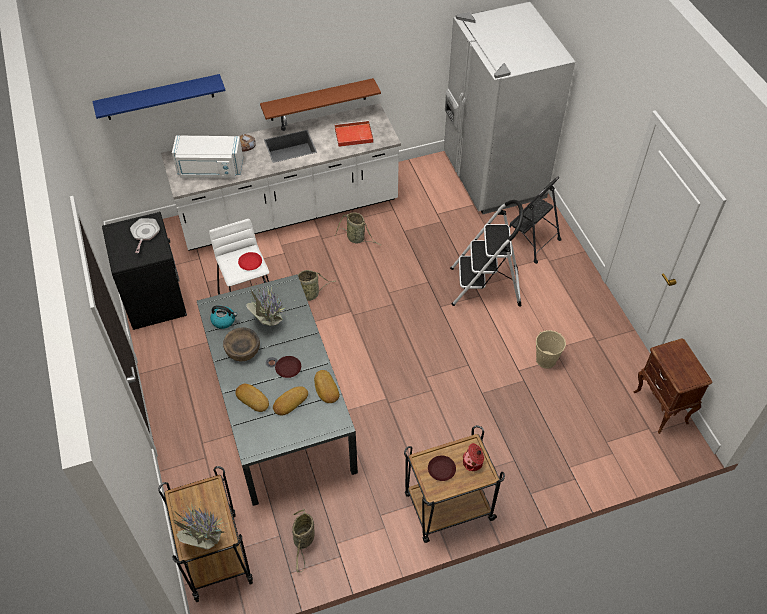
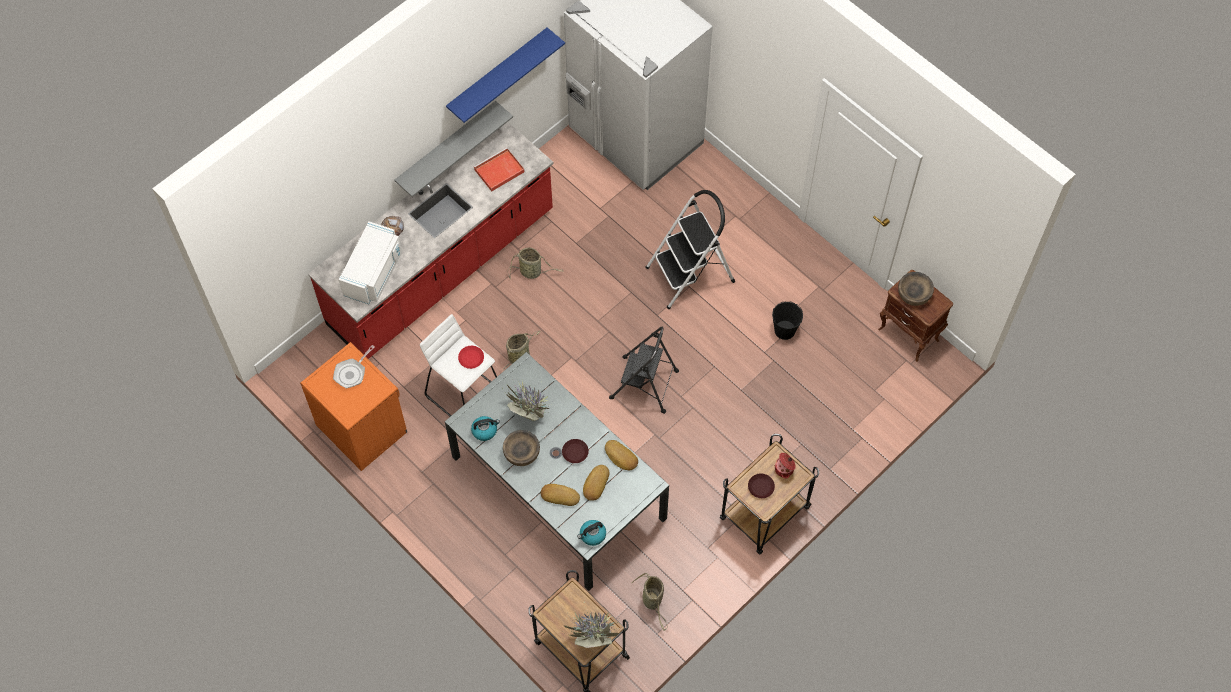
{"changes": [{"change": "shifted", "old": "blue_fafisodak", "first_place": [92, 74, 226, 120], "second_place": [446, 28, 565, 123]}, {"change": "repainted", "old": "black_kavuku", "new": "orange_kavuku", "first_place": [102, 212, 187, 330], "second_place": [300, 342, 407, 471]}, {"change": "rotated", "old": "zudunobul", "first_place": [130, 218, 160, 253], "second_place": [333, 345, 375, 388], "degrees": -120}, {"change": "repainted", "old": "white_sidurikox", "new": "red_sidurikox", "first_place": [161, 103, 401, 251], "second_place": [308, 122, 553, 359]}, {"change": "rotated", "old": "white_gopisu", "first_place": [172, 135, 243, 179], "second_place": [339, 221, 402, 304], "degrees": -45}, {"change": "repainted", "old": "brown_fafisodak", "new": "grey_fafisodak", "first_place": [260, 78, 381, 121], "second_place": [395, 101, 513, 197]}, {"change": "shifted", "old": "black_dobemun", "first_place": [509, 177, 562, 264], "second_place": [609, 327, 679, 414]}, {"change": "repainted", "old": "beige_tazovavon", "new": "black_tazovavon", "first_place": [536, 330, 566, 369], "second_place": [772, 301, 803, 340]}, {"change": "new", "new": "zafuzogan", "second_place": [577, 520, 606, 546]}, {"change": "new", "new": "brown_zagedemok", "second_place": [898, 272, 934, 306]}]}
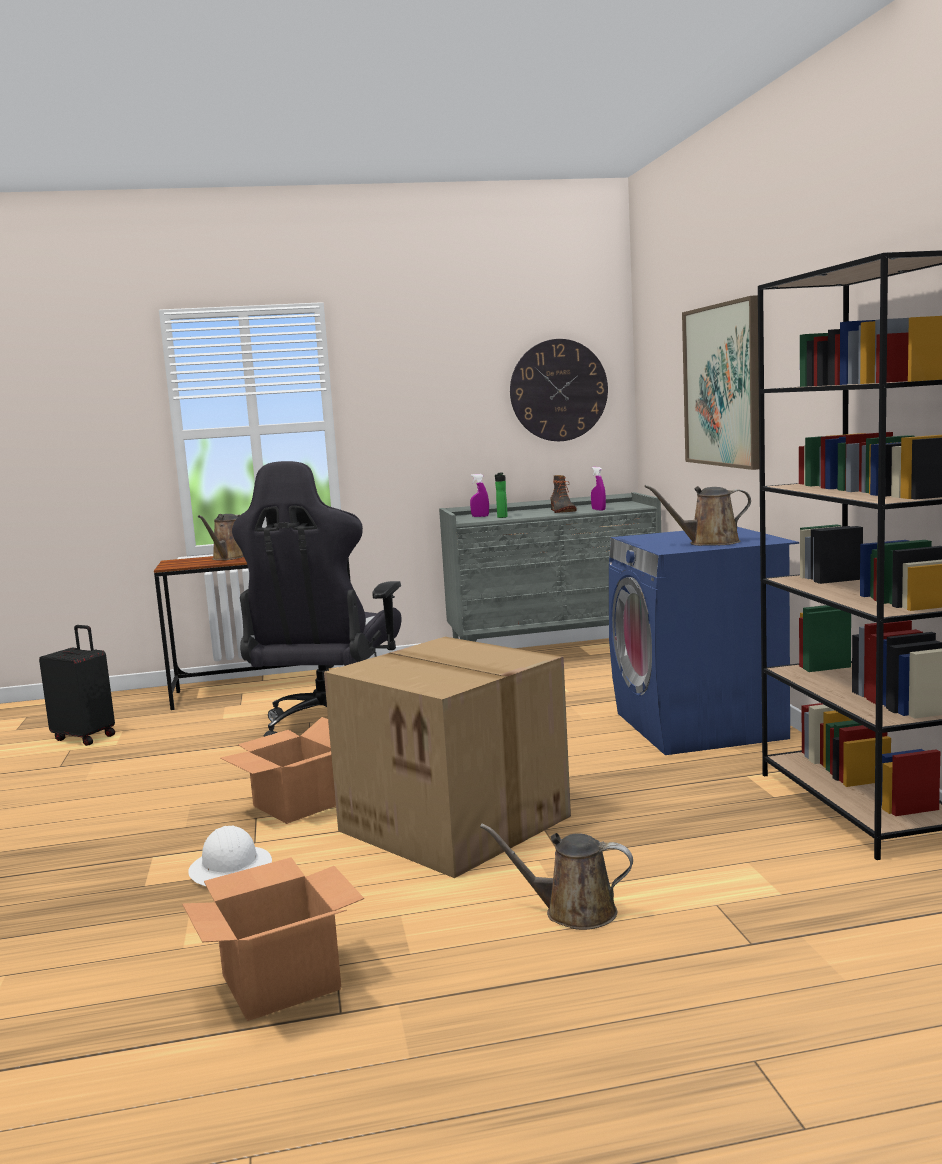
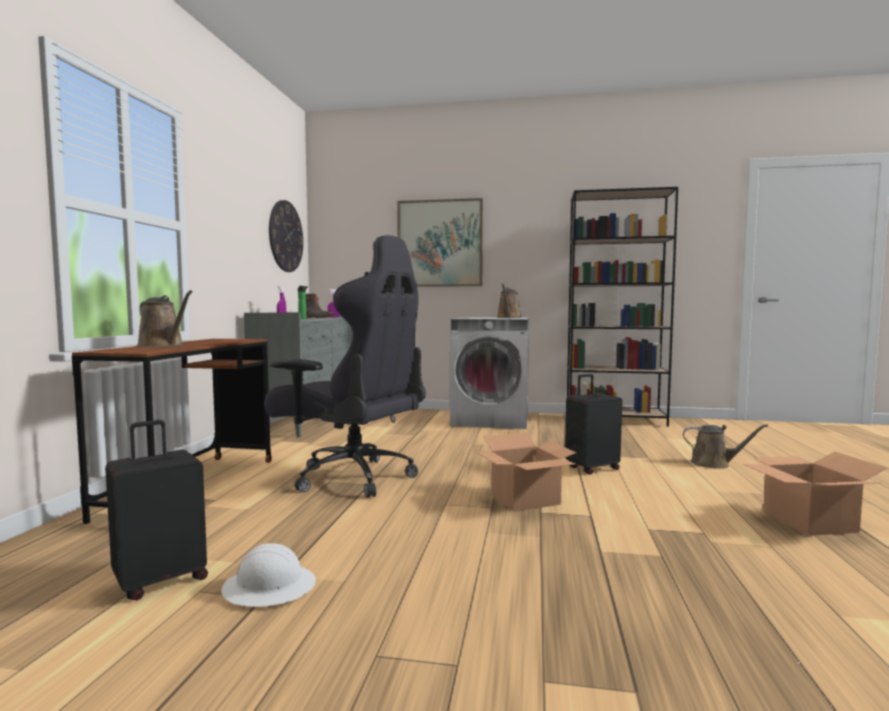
{"changes": [{"change": "shifted", "old": "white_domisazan", "first_place": [188, 825, 272, 886], "second_place": [221, 543, 316, 607]}, {"change": "swapped", "old": "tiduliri", "new": "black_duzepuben", "first_place": [324, 637, 571, 878], "second_place": [565, 374, 622, 474]}, {"change": "rotated", "old": "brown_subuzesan", "first_place": [480, 823, 633, 930], "second_place": [683, 424, 768, 469], "degrees": -105}, {"change": "repainted", "old": "blue_kavuku", "new": "white_kavuku", "first_place": [609, 527, 799, 755], "second_place": [450, 317, 529, 429]}]}
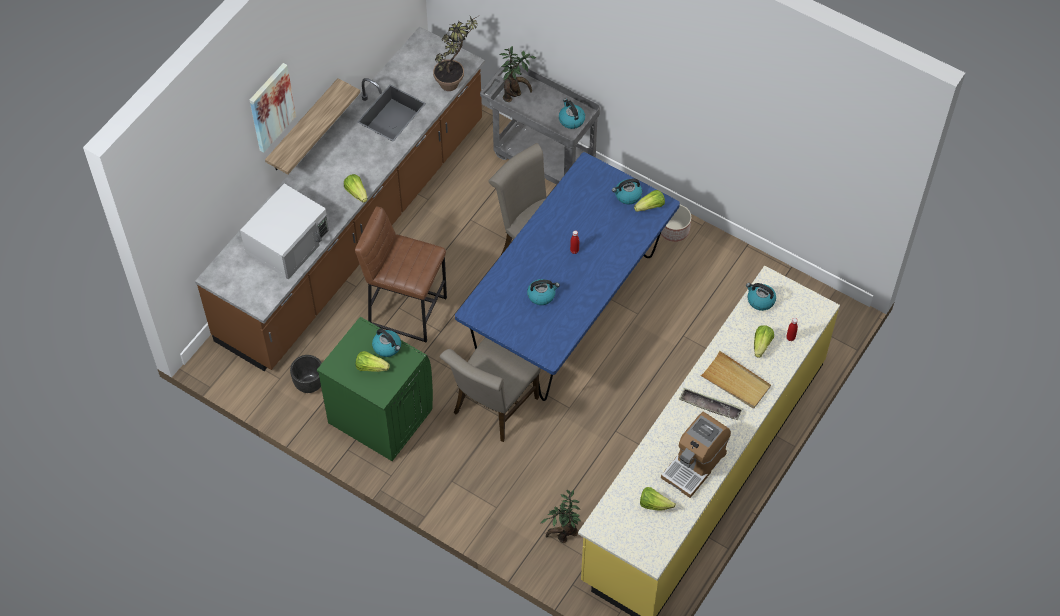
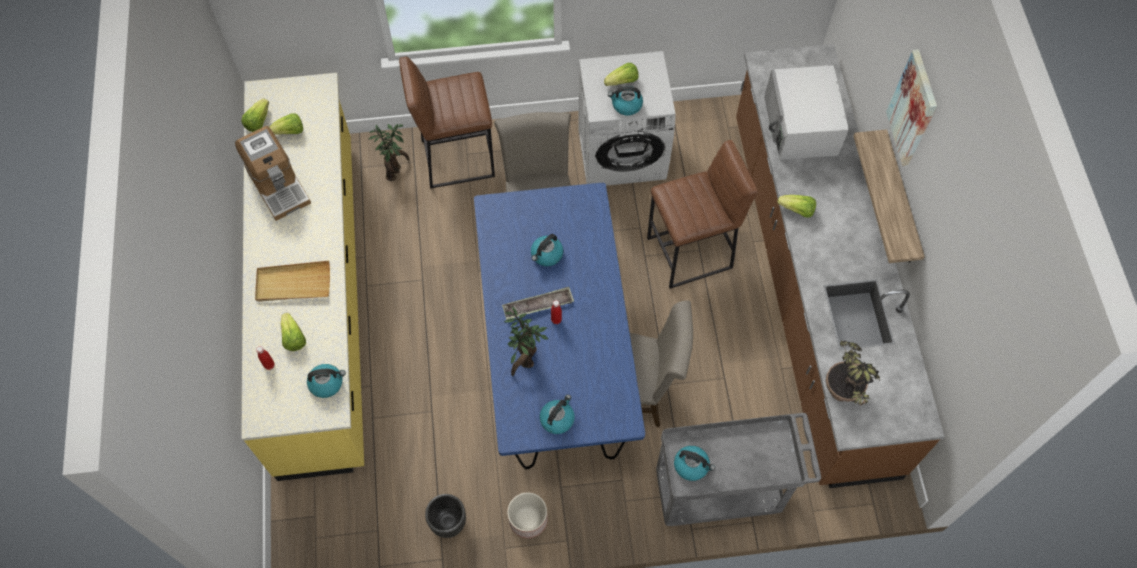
{"changes": [{"change": "shifted", "old": "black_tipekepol", "first_place": [290, 355, 322, 393], "second_place": [425, 494, 466, 538]}, {"change": "repainted", "old": "green_kavuku", "new": "white_kavuku", "first_place": [317, 317, 433, 461], "second_place": [578, 51, 676, 186]}, {"change": "shifted", "old": "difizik", "first_place": [500, 45, 536, 102], "second_place": [504, 306, 549, 376]}, {"change": "shifted", "old": "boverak", "first_place": [634, 190, 665, 212], "second_place": [241, 99, 269, 132]}, {"change": "rotated", "old": "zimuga", "first_place": [661, 412, 731, 498], "second_place": [235, 126, 311, 221], "degrees": 150}, {"change": "shifted", "old": "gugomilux", "first_place": [679, 388, 743, 420], "second_place": [502, 287, 574, 320]}, {"change": "new", "new": "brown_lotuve", "second_place": [399, 56, 495, 188]}]}
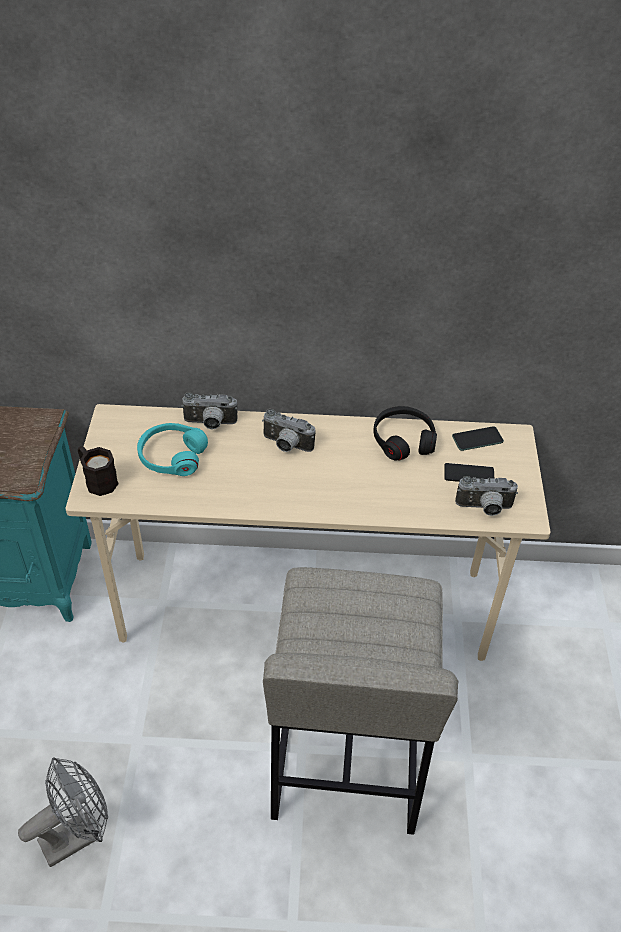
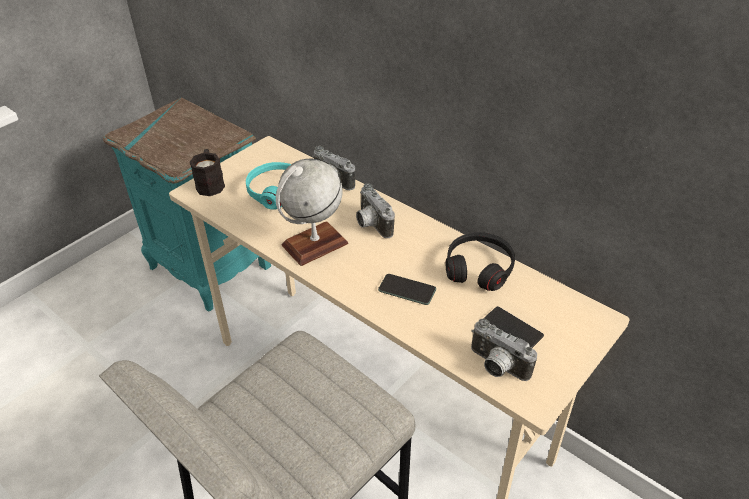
{"changes": [{"change": "gone", "old": "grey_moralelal", "first_place": [18, 758, 108, 867]}, {"change": "shifted", "old": "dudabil", "first_place": [452, 426, 504, 451], "second_place": [378, 274, 436, 305]}, {"change": "new", "new": "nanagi", "second_place": [276, 159, 348, 266]}]}
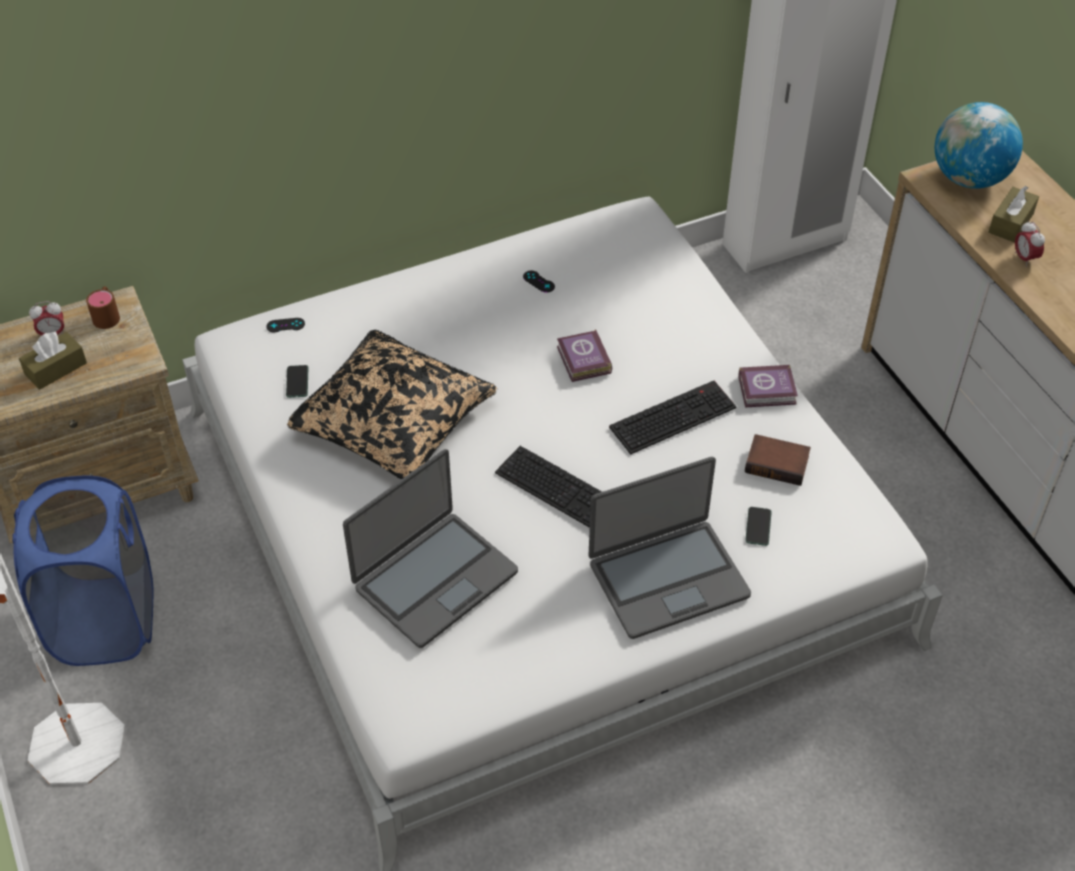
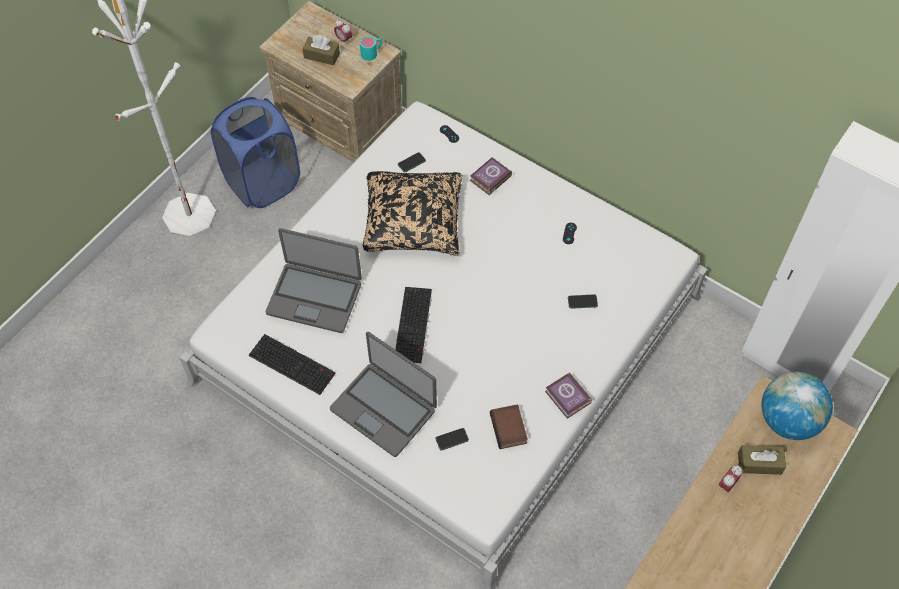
{"changes": [{"change": "repainted", "old": "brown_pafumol", "new": "turquoise_pafumol", "first_place": [86, 286, 120, 329], "second_place": [360, 36, 382, 61]}, {"change": "shifted", "old": "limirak", "first_place": [557, 330, 612, 382], "second_place": [470, 157, 512, 195]}, {"change": "shifted", "old": "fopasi", "first_place": [609, 381, 736, 455], "second_place": [249, 334, 336, 395]}, {"change": "new", "new": "dudabil", "second_place": [568, 294, 598, 309]}]}
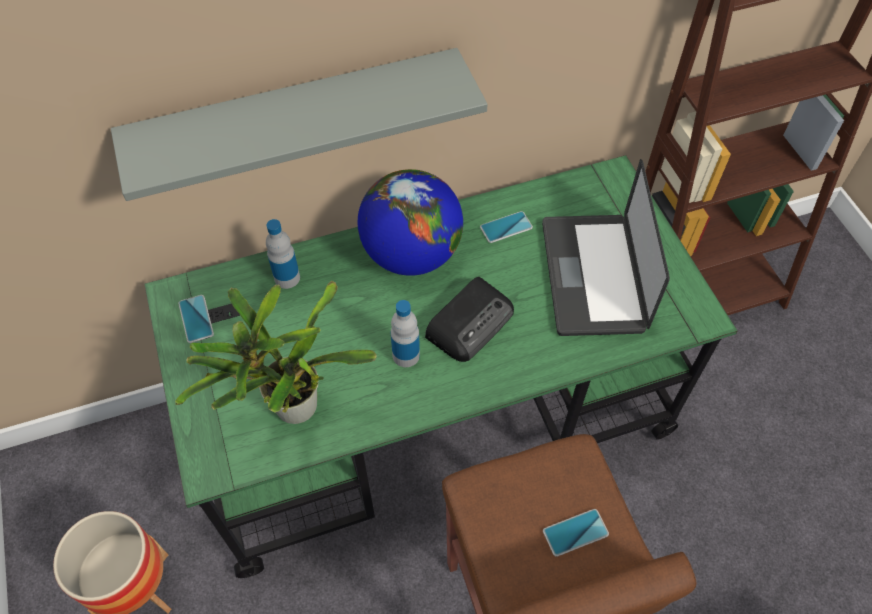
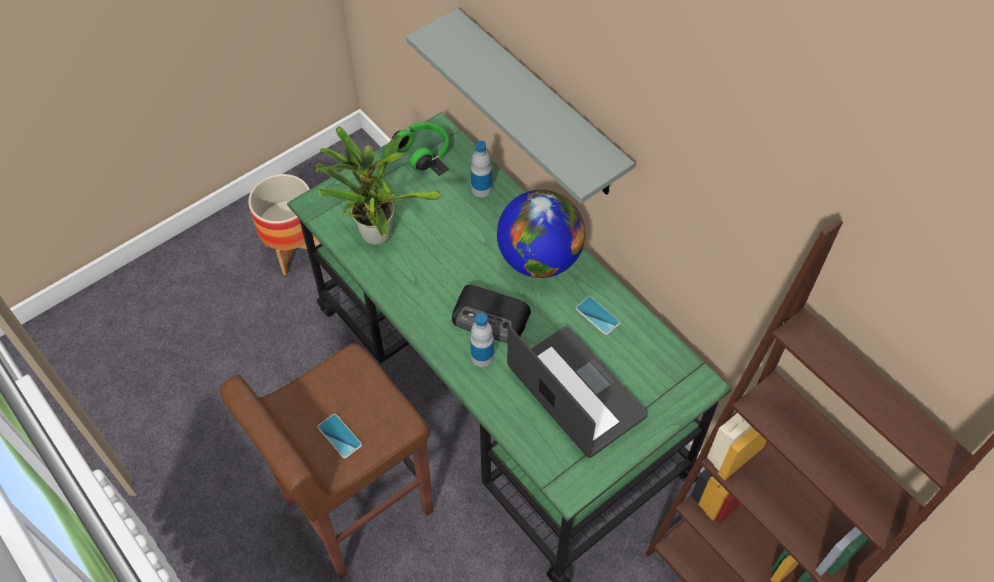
{"changes": [{"change": "swapped", "old": "dudabil", "new": "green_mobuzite", "first_place": [178, 295, 214, 343], "second_place": [392, 122, 450, 171]}, {"change": "shifted", "old": "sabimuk", "first_place": [391, 300, 420, 367], "second_place": [470, 313, 494, 367]}, {"change": "rotated", "old": "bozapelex", "first_place": [542, 159, 670, 336], "second_place": [507, 325, 648, 458], "degrees": 75}]}
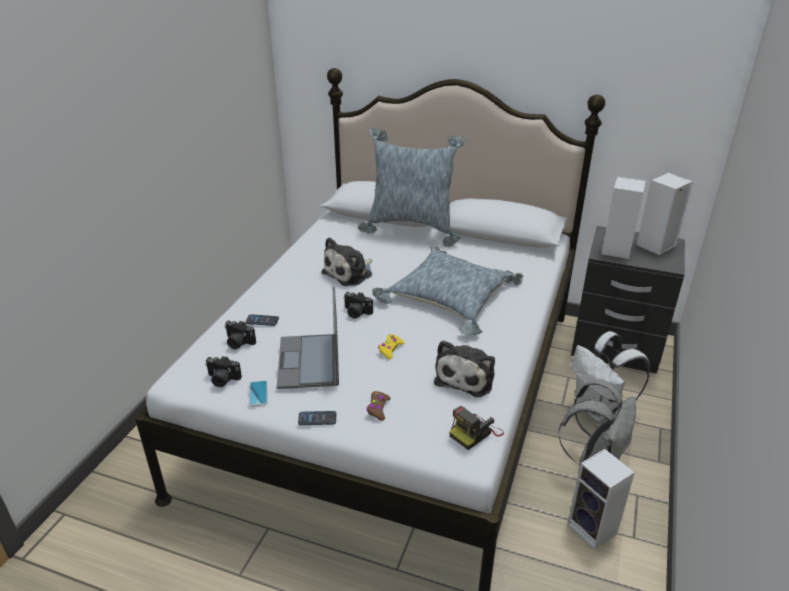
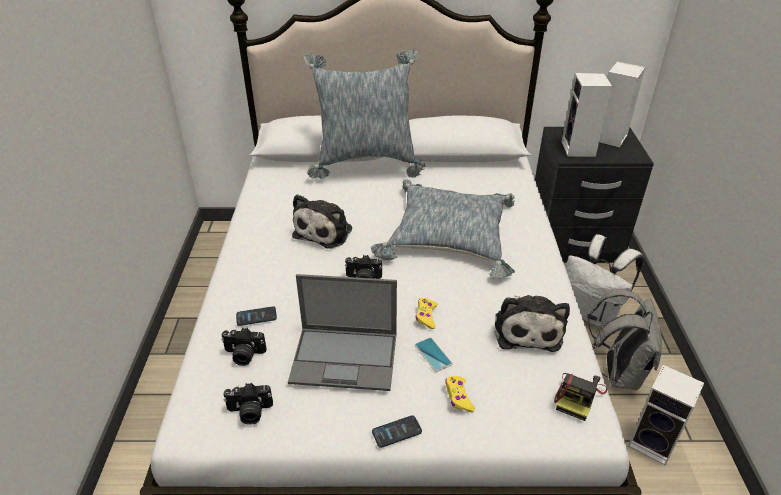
{"changes": [{"change": "shifted", "old": "dudabil", "first_place": [249, 381, 268, 406], "second_place": [415, 338, 452, 372]}, {"change": "rotated", "old": "bozapelex", "first_place": [277, 287, 339, 389], "second_place": [288, 274, 397, 391], "degrees": -60}, {"change": "repainted", "old": "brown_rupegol", "new": "yellow_rupegol", "first_place": [367, 391, 391, 421], "second_place": [445, 376, 475, 412]}]}
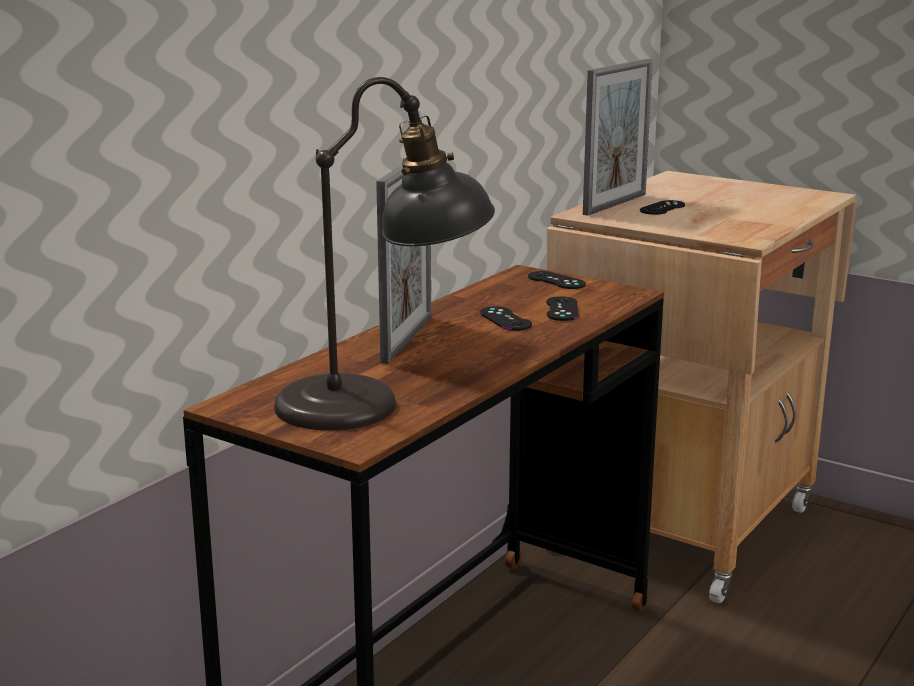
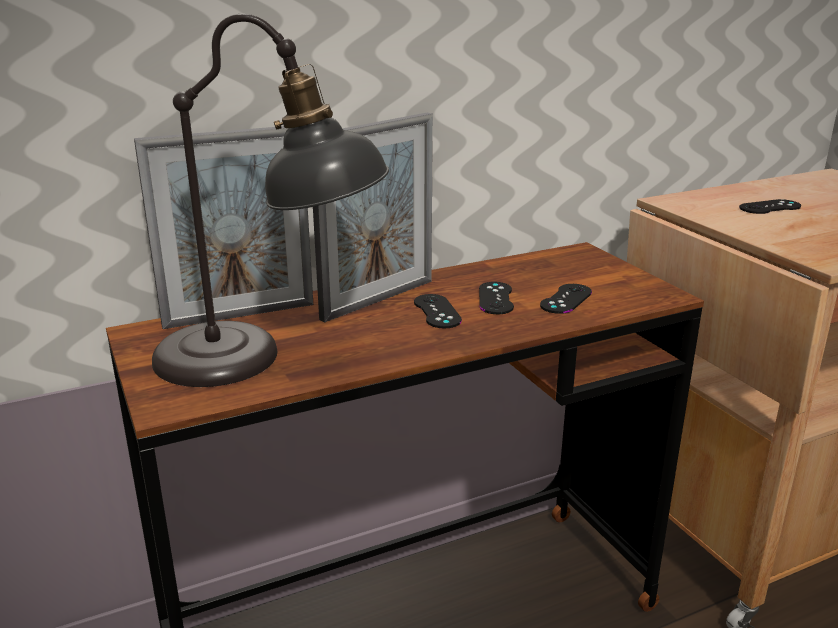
{"changes": [{"change": "shifted", "old": "black_rupegol", "first_place": [528, 271, 586, 289], "second_place": [414, 294, 462, 328]}, {"change": "shifted", "old": "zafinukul", "first_place": [583, 59, 653, 216], "second_place": [134, 126, 313, 329]}]}
